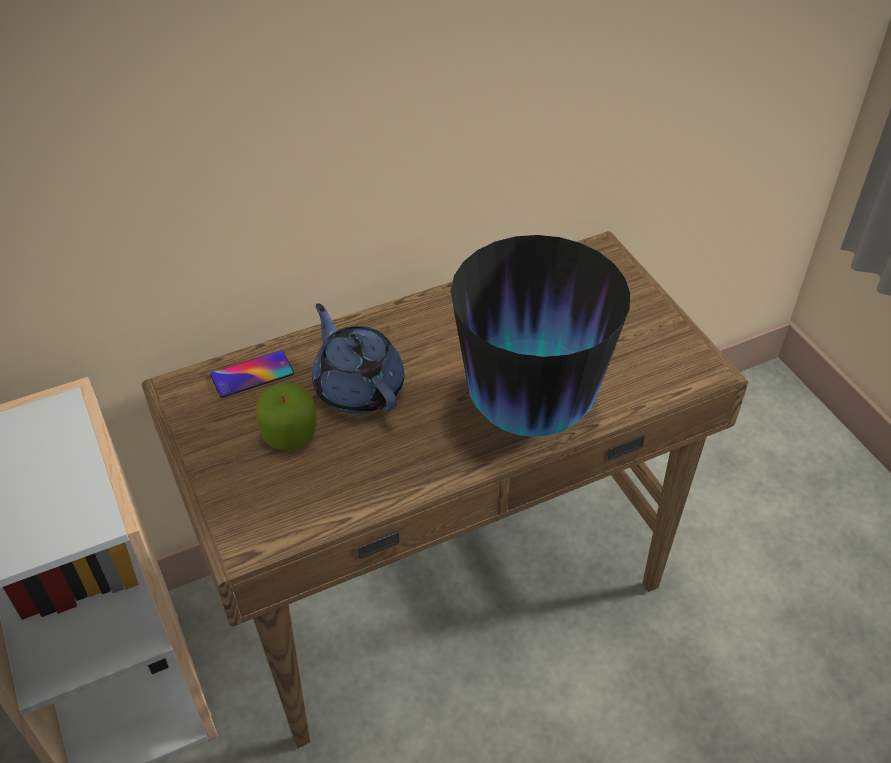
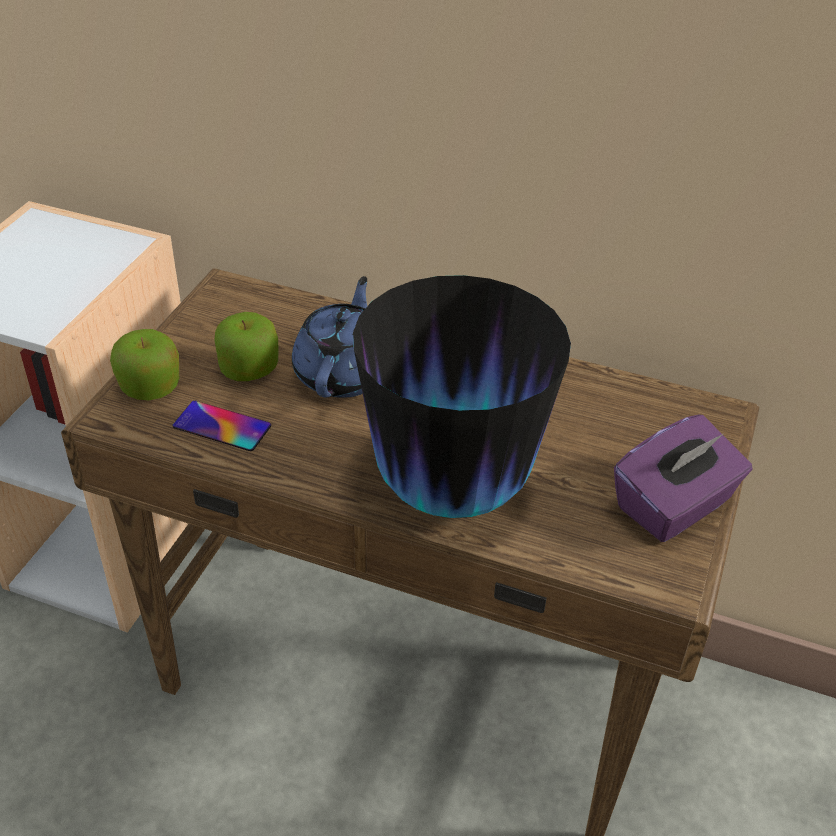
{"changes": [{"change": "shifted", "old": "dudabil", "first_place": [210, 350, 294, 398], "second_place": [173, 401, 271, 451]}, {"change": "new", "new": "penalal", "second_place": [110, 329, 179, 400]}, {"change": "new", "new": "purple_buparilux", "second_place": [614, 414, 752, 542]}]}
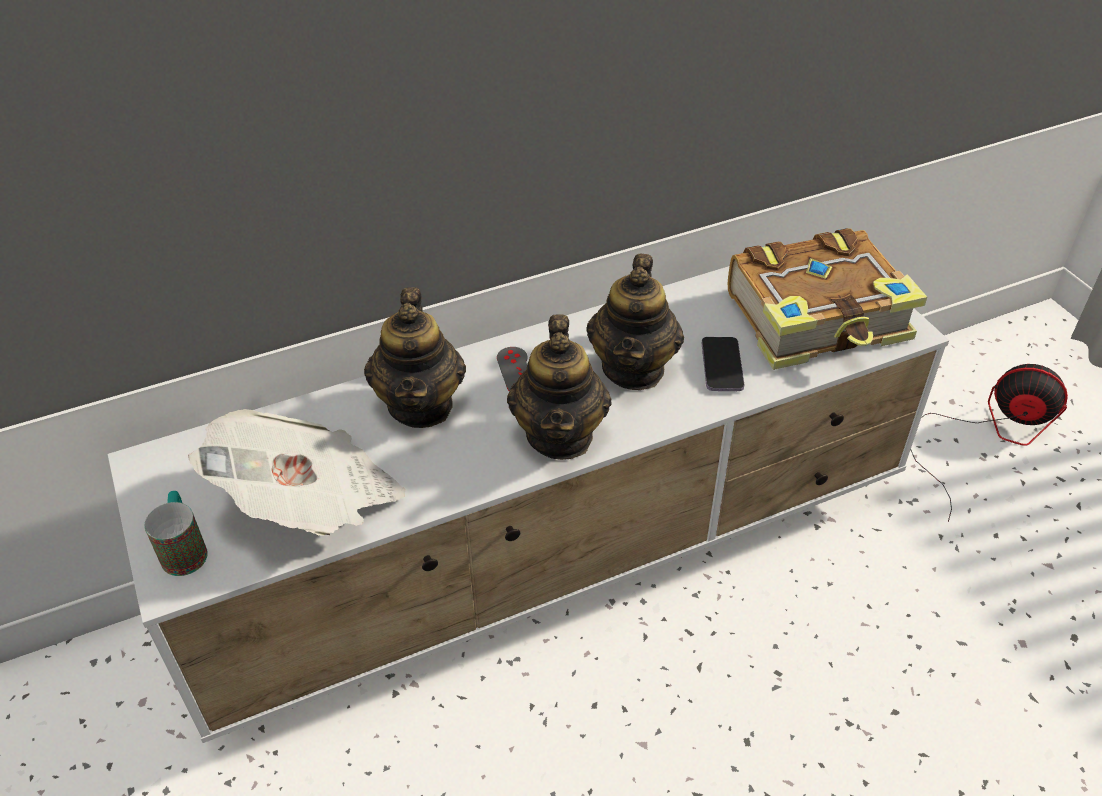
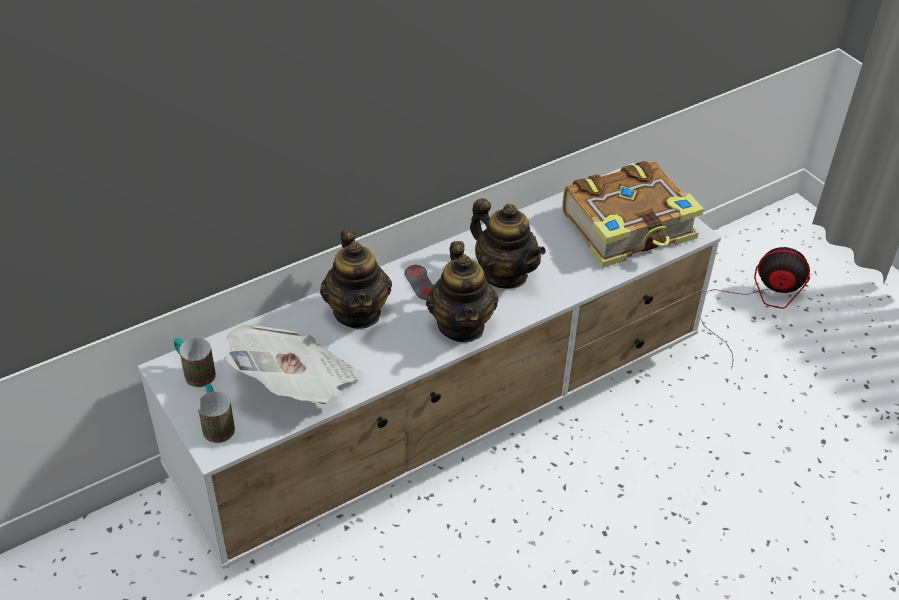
{"changes": [{"change": "rotated", "old": "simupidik", "first_place": [586, 254, 684, 390], "second_place": [470, 198, 546, 289], "degrees": -45}, {"change": "gone", "old": "dudabil", "first_place": [702, 337, 744, 391]}, {"change": "new", "new": "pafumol", "second_place": [174, 338, 216, 387]}]}
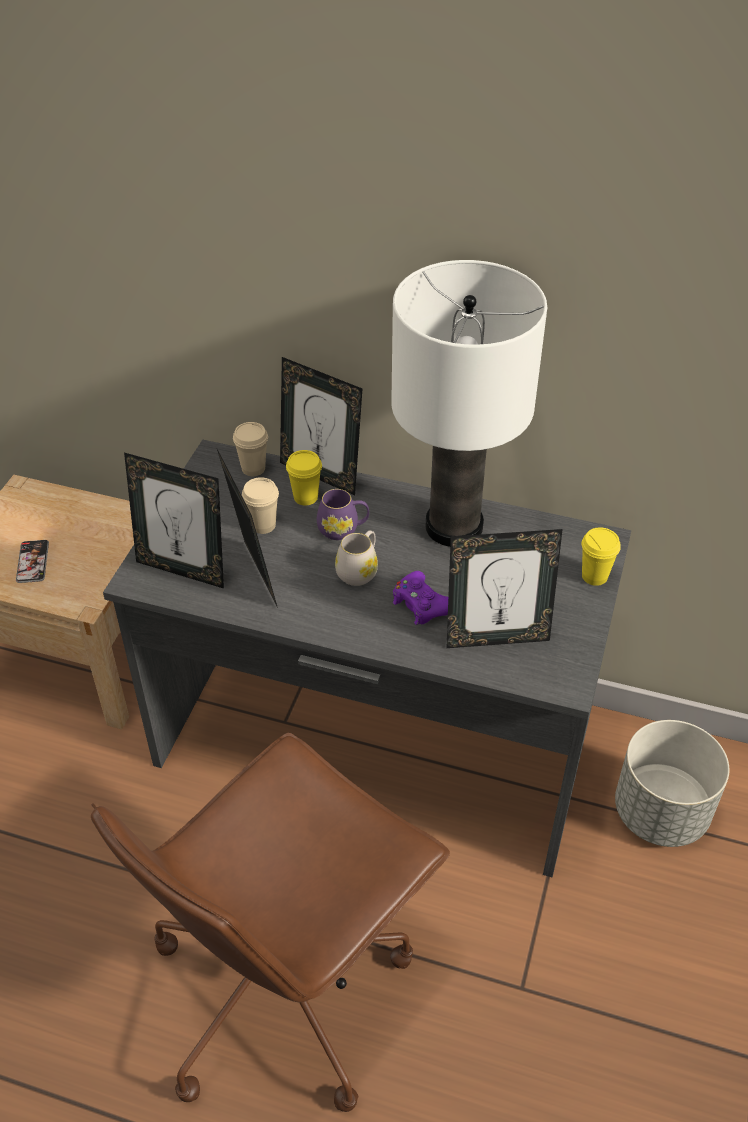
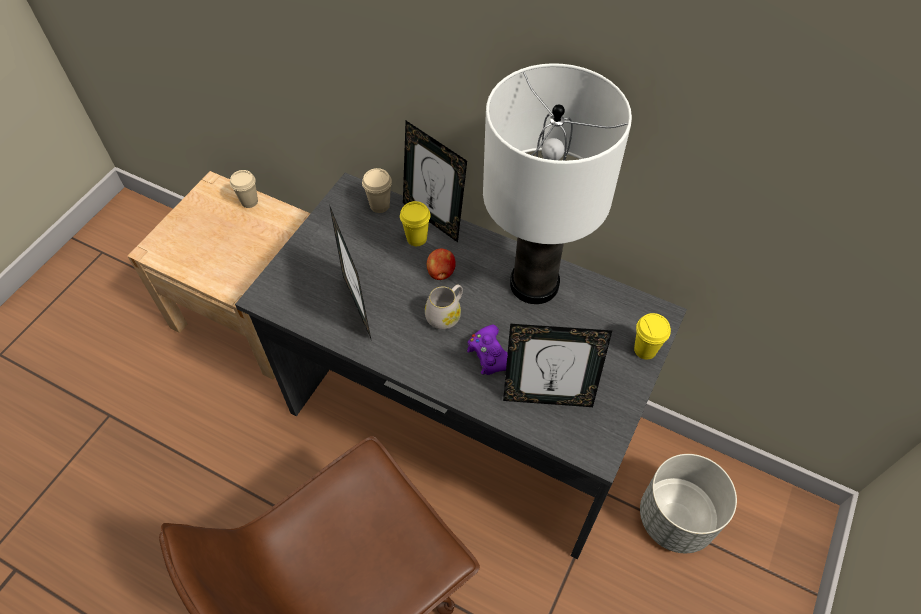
{"changes": [{"change": "gone", "old": "dudabil", "first_place": [16, 540, 49, 583]}, {"change": "gone", "old": "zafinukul", "first_place": [124, 452, 224, 588]}, {"change": "shifted", "old": "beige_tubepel", "first_place": [242, 477, 279, 534], "second_place": [230, 170, 258, 208]}, {"change": "swapped", "old": "purple_pafumol", "new": "penalal", "first_place": [317, 489, 369, 540], "second_place": [427, 248, 456, 280]}]}
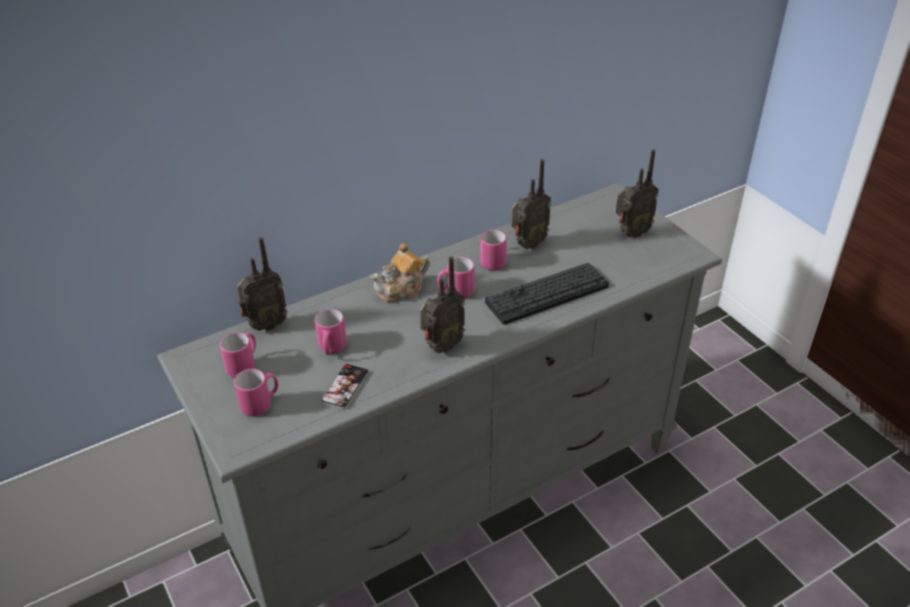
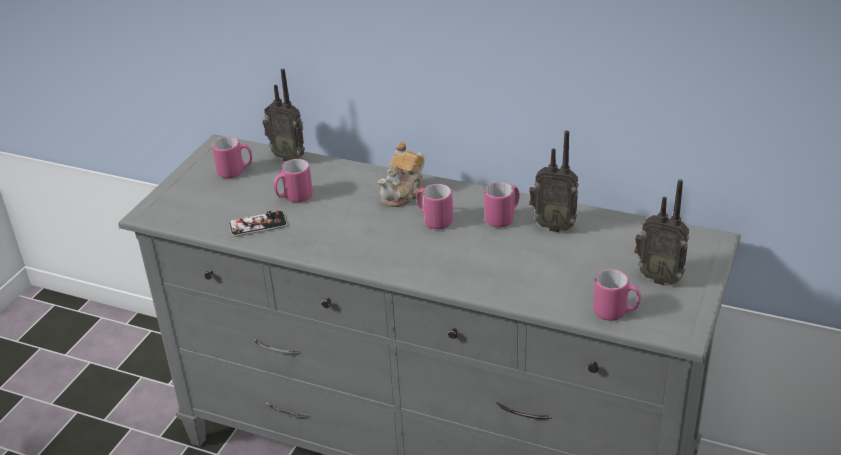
{"changes": [{"change": "shifted", "old": "pink_pafumol", "first_place": [234, 369, 278, 416], "second_place": [593, 269, 641, 321]}, {"change": "rotated", "old": "simupidik", "first_place": [370, 243, 430, 302], "second_place": [378, 142, 424, 207], "degrees": -75}, {"change": "gone", "old": "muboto", "first_place": [419, 257, 465, 353]}, {"change": "gone", "old": "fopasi", "first_place": [485, 263, 609, 325]}]}
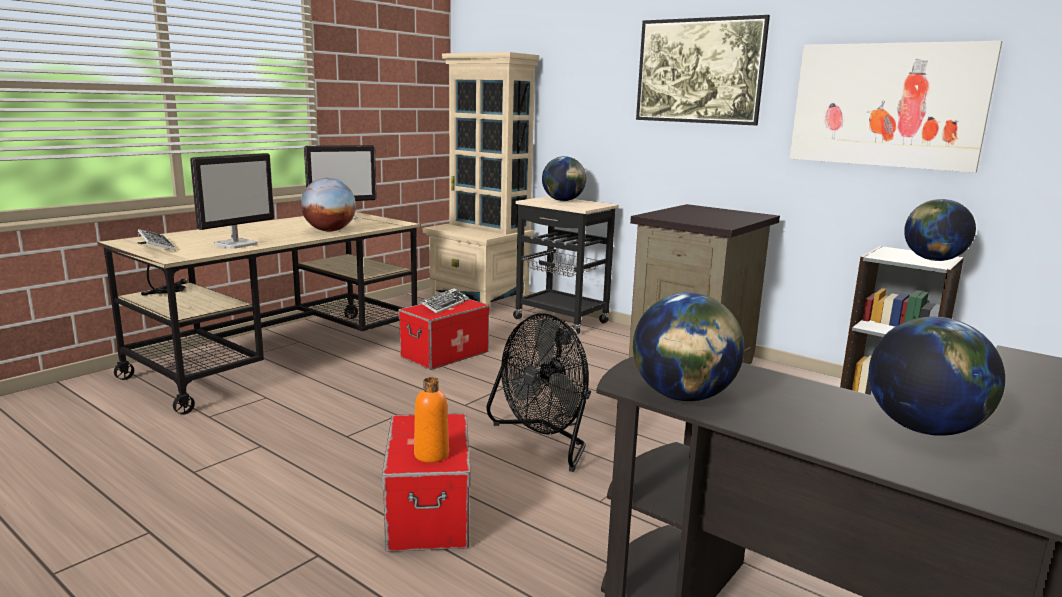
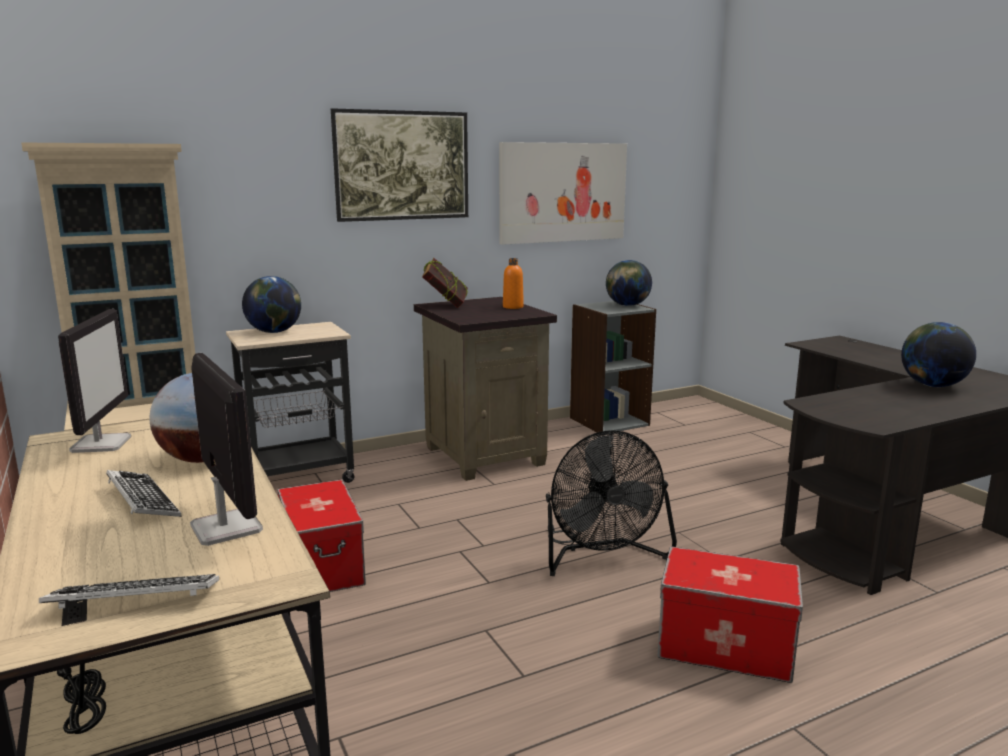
{"changes": [{"change": "shifted", "old": "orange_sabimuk", "first_place": [414, 377, 449, 463], "second_place": [503, 258, 524, 309]}, {"change": "shifted", "old": "fopasi", "first_place": [420, 288, 469, 314], "second_place": [106, 470, 182, 517]}, {"change": "gone", "old": "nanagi", "first_place": [633, 292, 744, 401]}, {"change": "new", "new": "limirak", "second_place": [422, 258, 468, 308]}]}
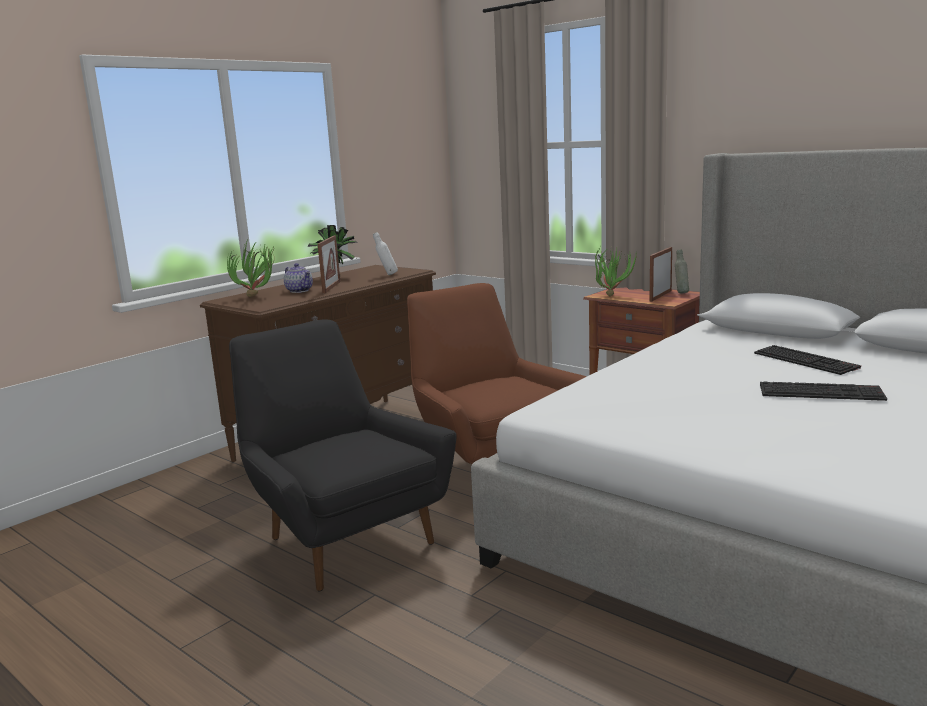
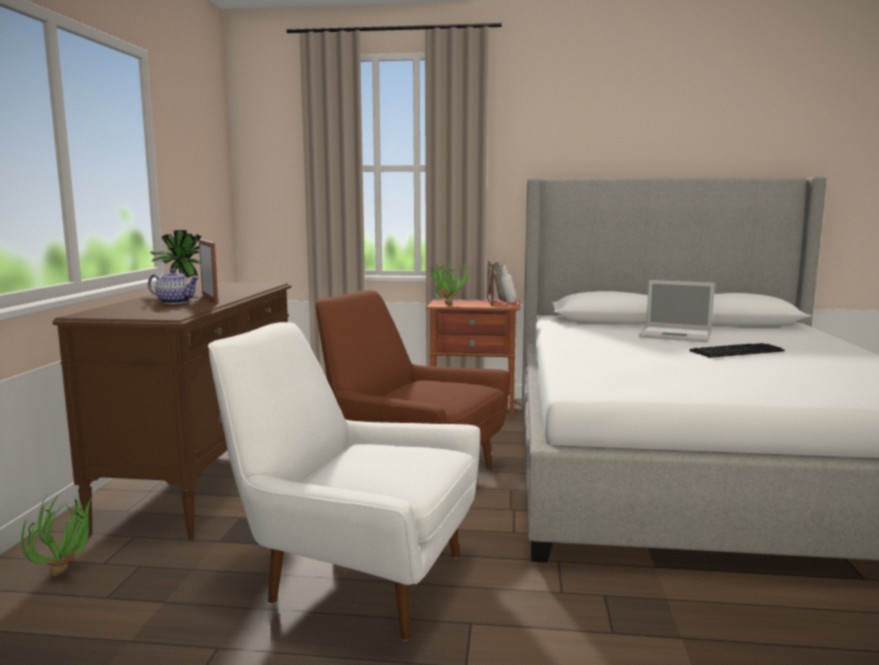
{"changes": [{"change": "shifted", "old": "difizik", "first_place": [227, 240, 274, 297], "second_place": [21, 492, 98, 577]}, {"change": "repainted", "old": "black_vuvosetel", "new": "white_vuvosetel", "first_place": [229, 319, 457, 591], "second_place": [208, 322, 480, 641]}, {"change": "shifted", "old": "white_sabimuk", "first_place": [373, 232, 398, 275], "second_place": [500, 265, 517, 303]}, {"change": "swapped", "old": "fopasi", "new": "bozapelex", "first_place": [754, 345, 861, 375], "second_place": [639, 280, 715, 343]}]}
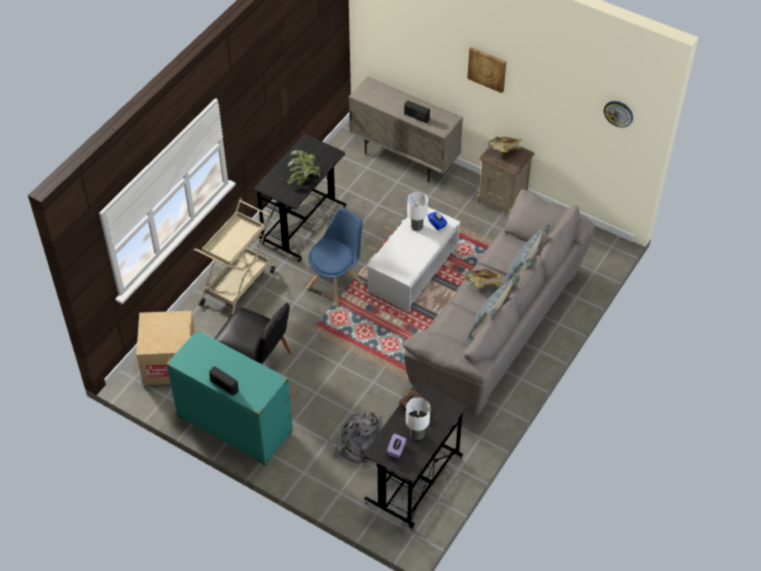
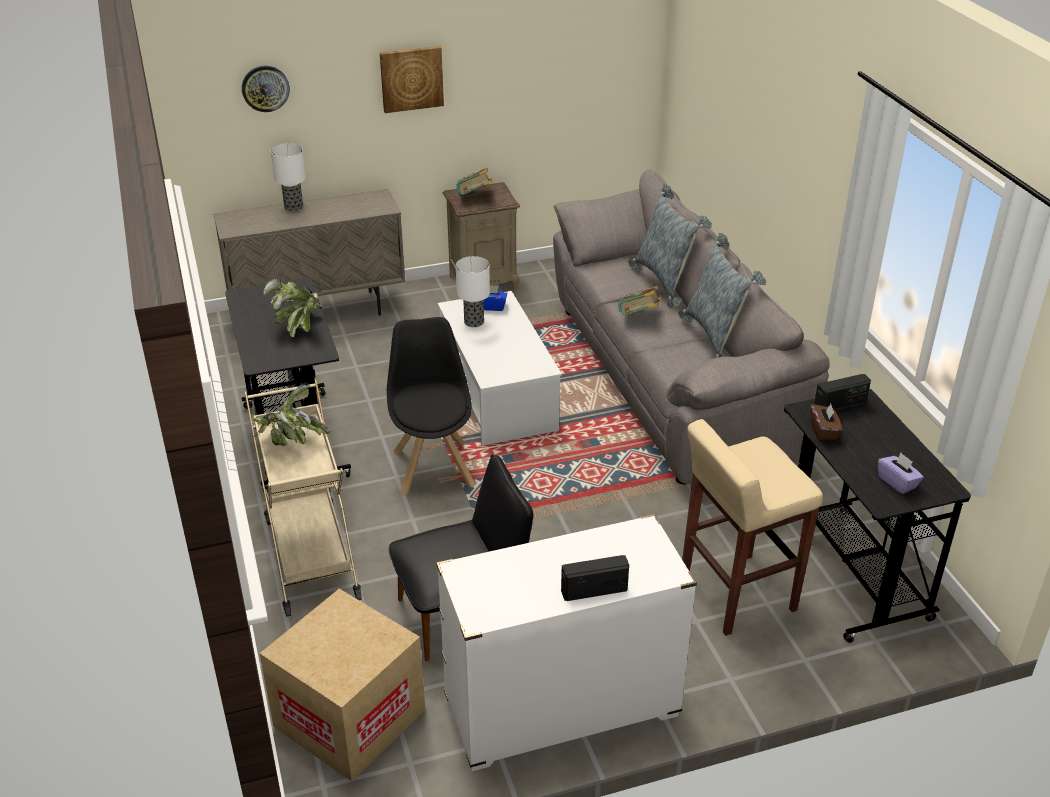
{"changes": [{"change": "repainted", "old": "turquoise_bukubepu", "new": "white_bukubepu", "first_place": [166, 330, 293, 466], "second_place": [436, 514, 697, 771]}, {"change": "repainted", "old": "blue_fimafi", "new": "black_fimafi", "first_place": [307, 207, 364, 309], "second_place": [387, 317, 476, 495]}, {"change": "swapped", "old": "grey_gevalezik", "new": "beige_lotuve", "first_place": [327, 411, 383, 464], "second_place": [682, 419, 823, 636]}, {"change": "shifted", "old": "muboto", "first_place": [404, 101, 430, 123], "second_place": [814, 374, 871, 411]}, {"change": "shifted", "old": "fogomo", "first_place": [406, 397, 430, 440], "second_place": [271, 143, 306, 212]}, {"change": "shifted", "old": "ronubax", "first_place": [604, 101, 633, 128], "second_place": [242, 66, 290, 112]}, {"change": "new", "new": "difizik", "second_place": [252, 382, 331, 446]}]}
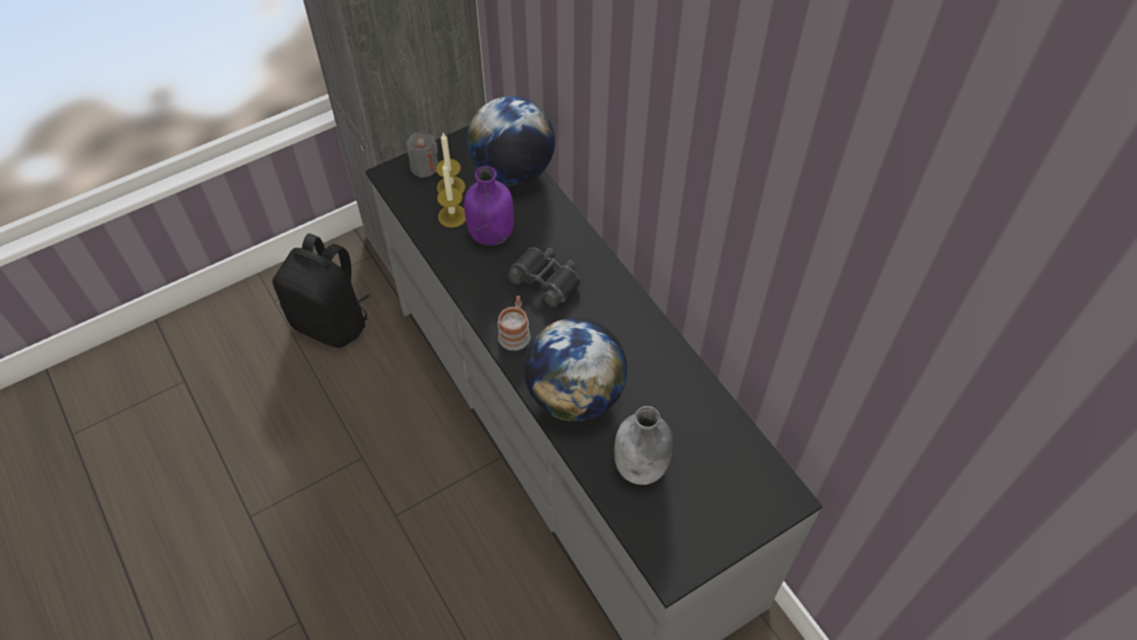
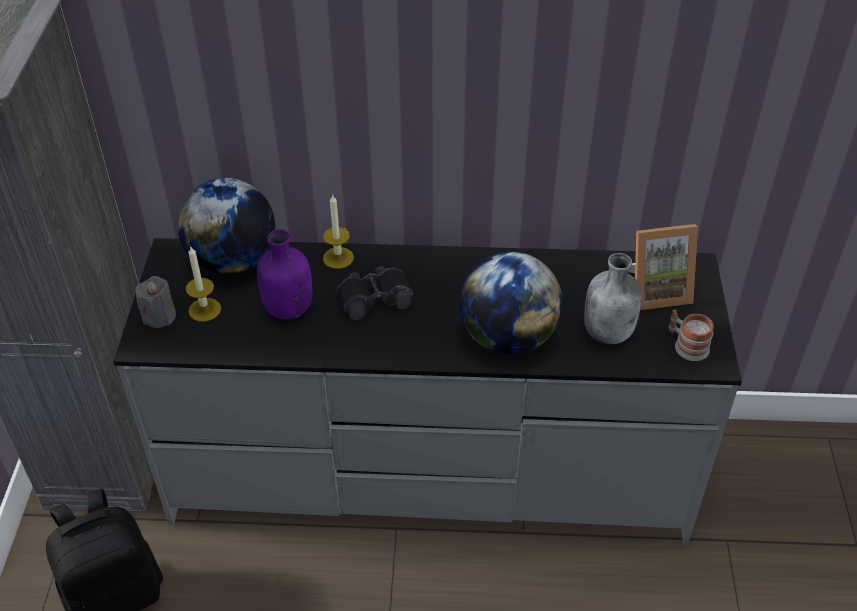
{"changes": [{"change": "shifted", "old": "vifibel", "first_place": [437, 162, 466, 228], "second_place": [323, 194, 354, 269]}, {"change": "shifted", "old": "pafumol", "first_place": [498, 296, 531, 351], "second_place": [669, 309, 714, 361]}, {"change": "new", "new": "zafinukul", "second_place": [628, 224, 698, 310]}]}
